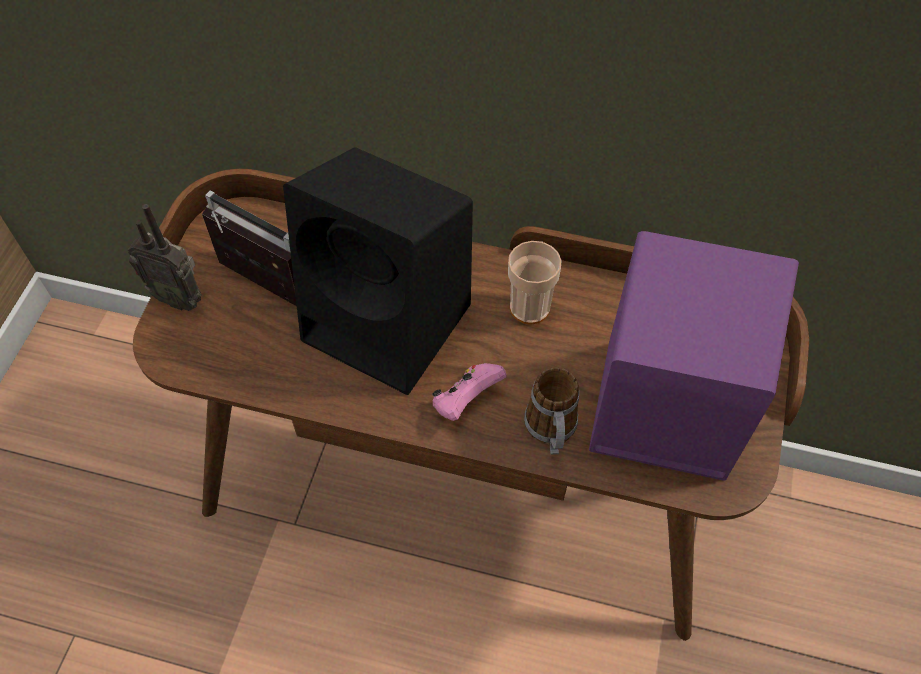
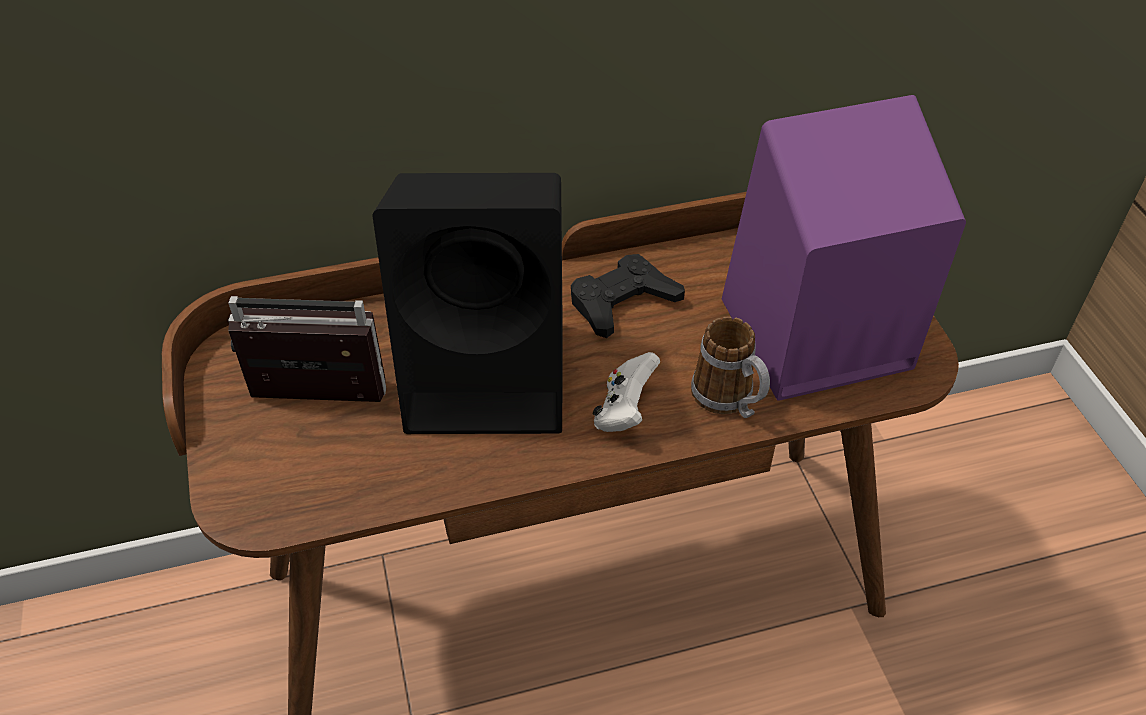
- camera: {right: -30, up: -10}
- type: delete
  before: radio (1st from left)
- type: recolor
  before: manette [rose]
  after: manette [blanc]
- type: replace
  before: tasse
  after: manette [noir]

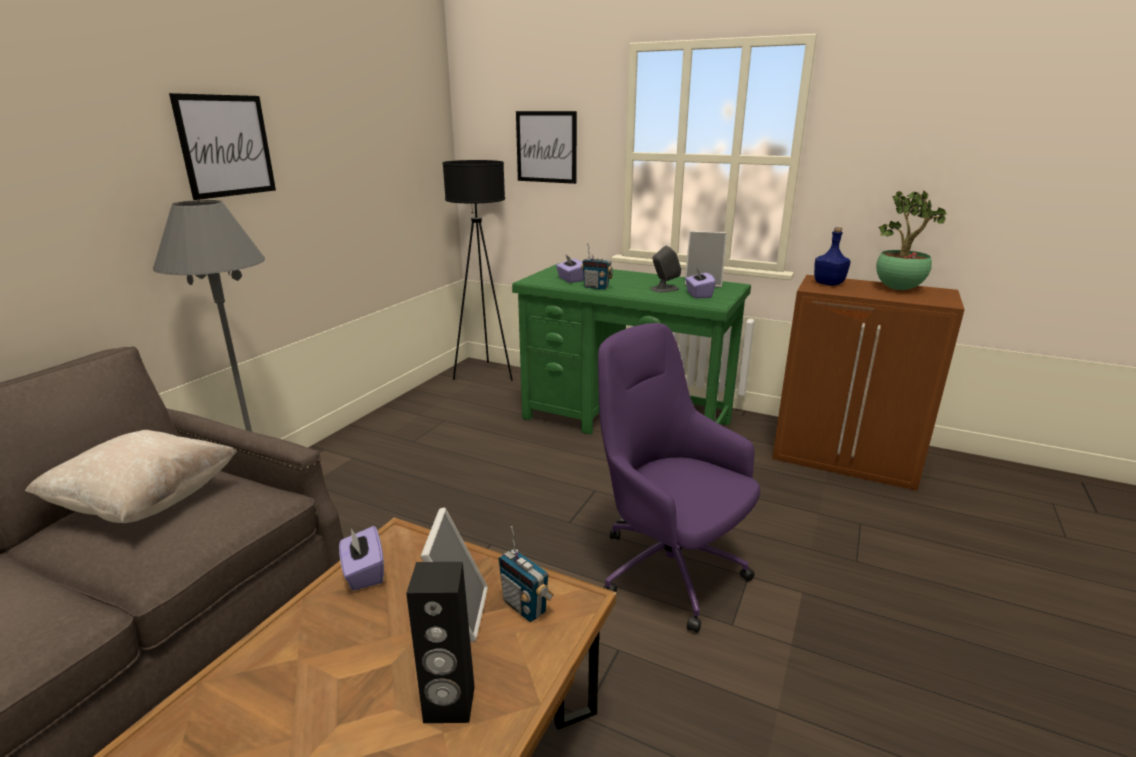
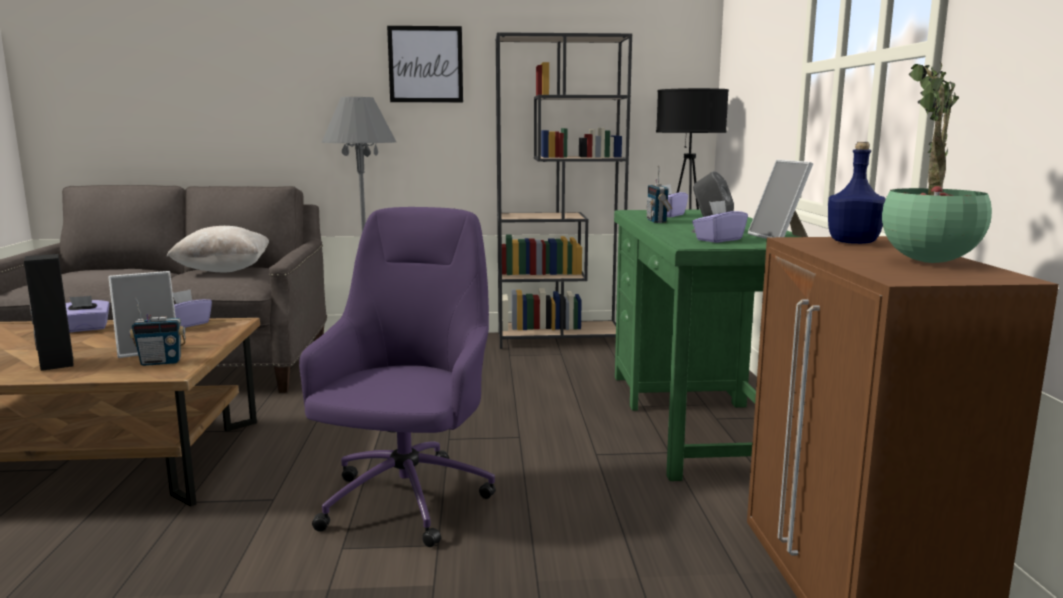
- camera: {right: 60, up: -10}
- type: rotate
  before: radio (1st from left)
  turn: -120
- type: delete
  before: tableau (2nd from left)
- type: insert
  after: boîte à mouchoirs [violet] (1st from left)
- type: insert
  after: bibliothèque

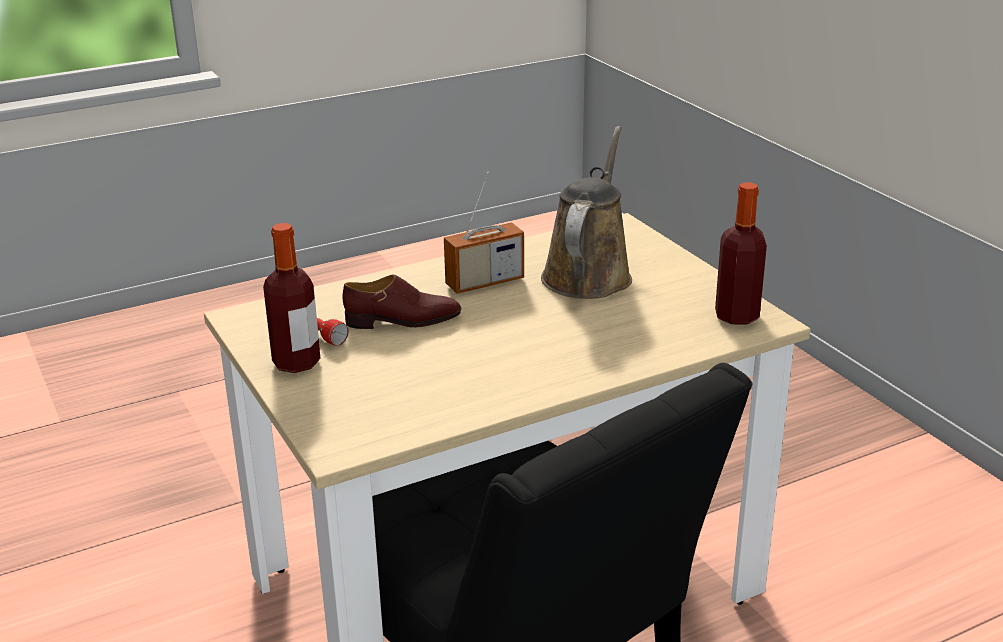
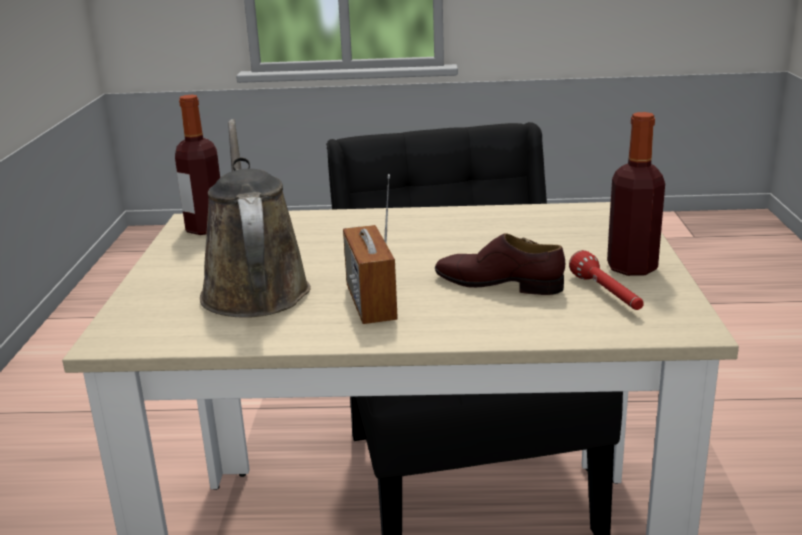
- camera: {right: -150, up: -5}
- type: rotate
  before: radio
  turn: -105
- type: rotate
  before: arrosoir [marron]
  turn: 120

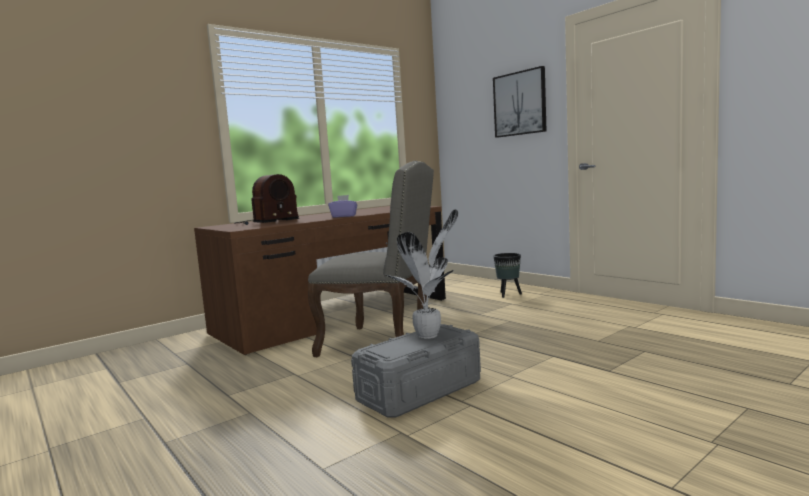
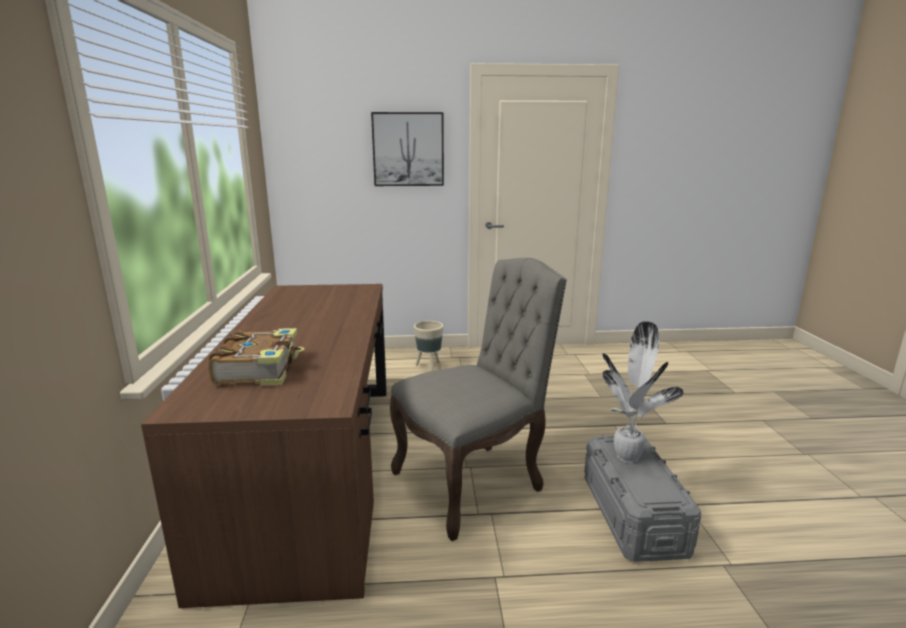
- camera: {right: -55, up: 10}
- type: replace
  before: radio
  after: livre
- type: delete
  before: boîte à mouchoirs [violet]
- type: recolor
  before: cache-pot [noir]
  after: cache-pot [beige]

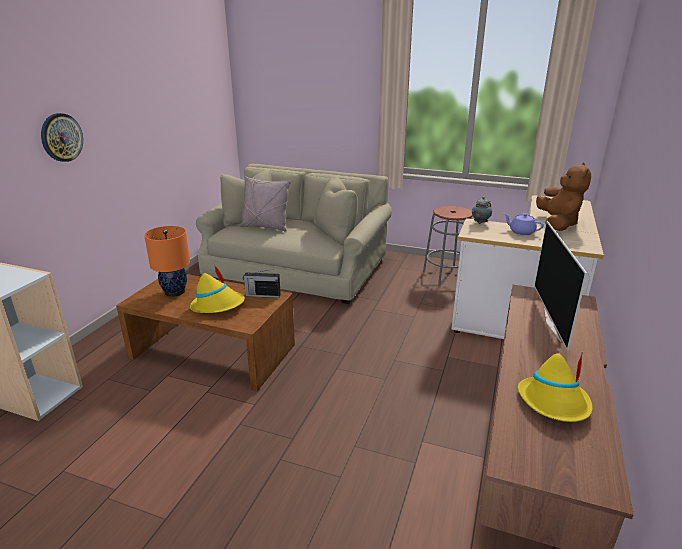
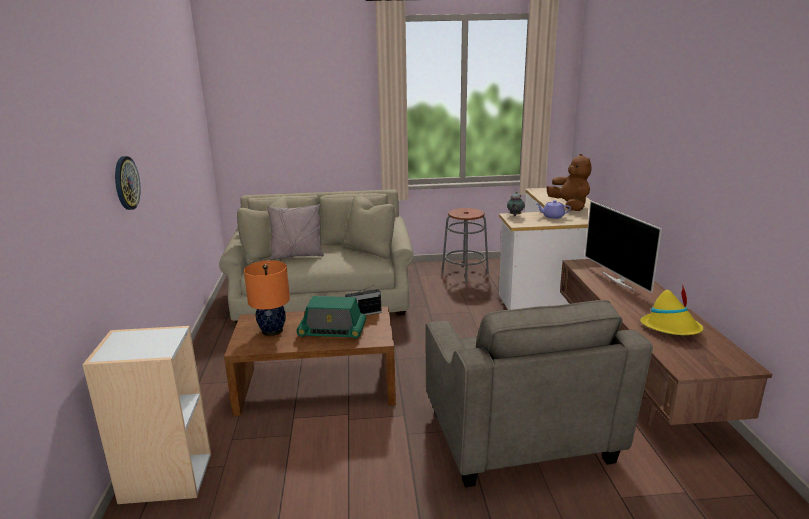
- camera: {right: -25, up: -5}
- type: replace
  before: chapeau [jaune] (1st from left)
  after: radio (1st from left)
- type: insert
  after: fauteuil [gris]

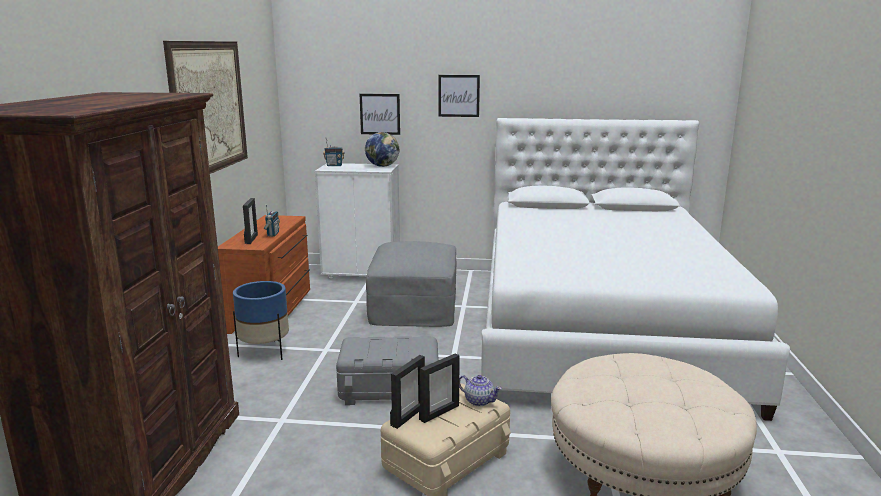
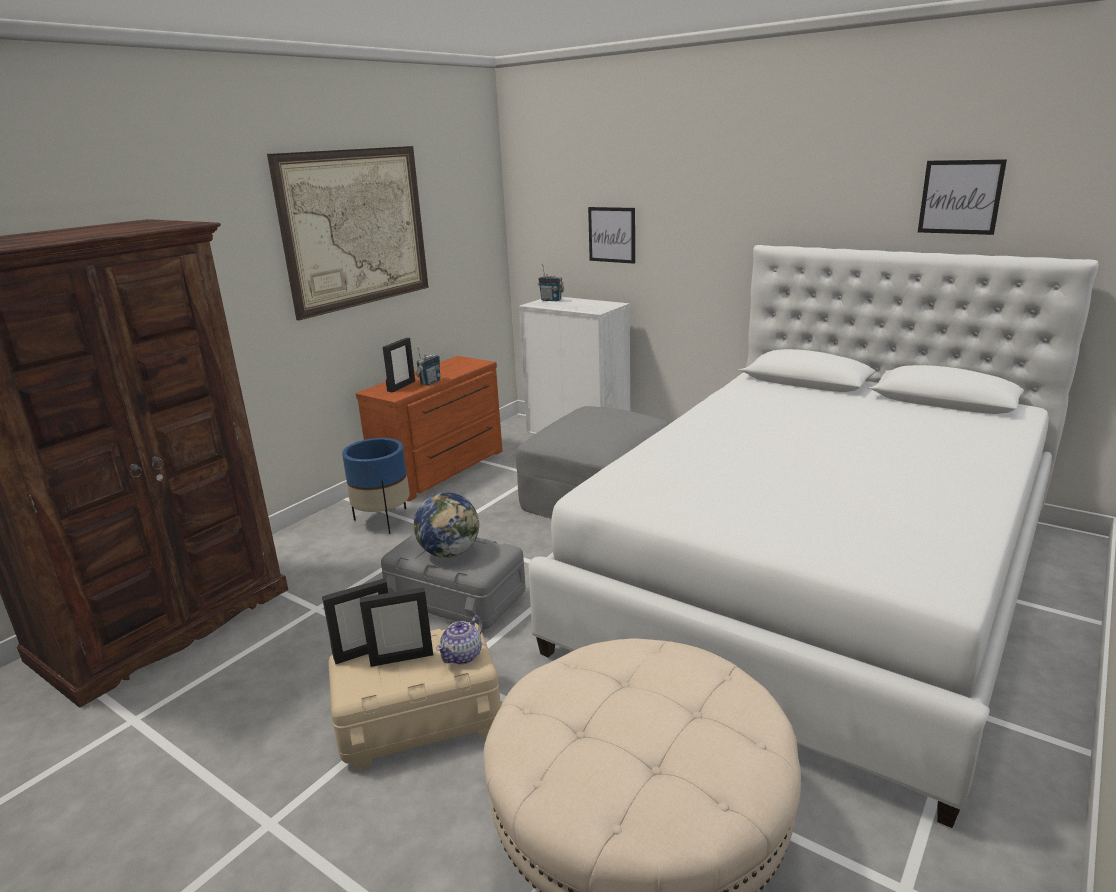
- camera: {right: 30, up: 5}
- type: move
  before: globe
- type: move
  before: tableau (3rd from left)
- type: rotate
  before: théière
  turn: 60

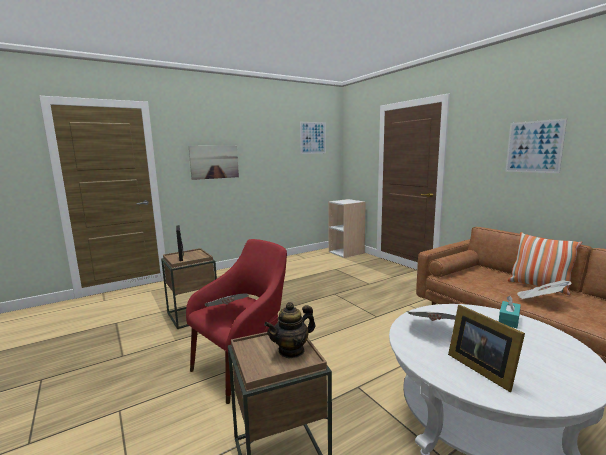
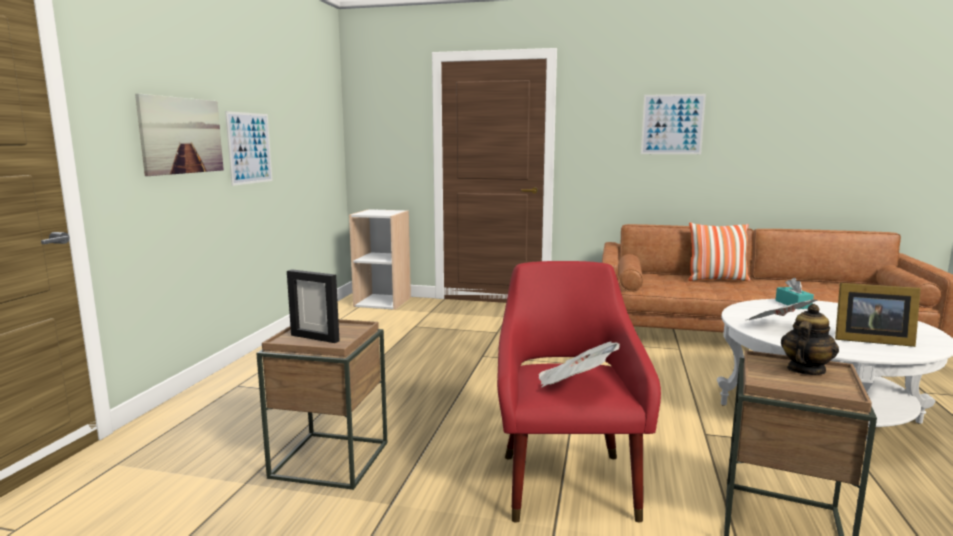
- camera: {right: -45, up: 0}
- type: rotate
  before: théière
  turn: -150
- type: move
  before: tableau (2nd from left)
- type: delete
  before: journal (3rd from left)

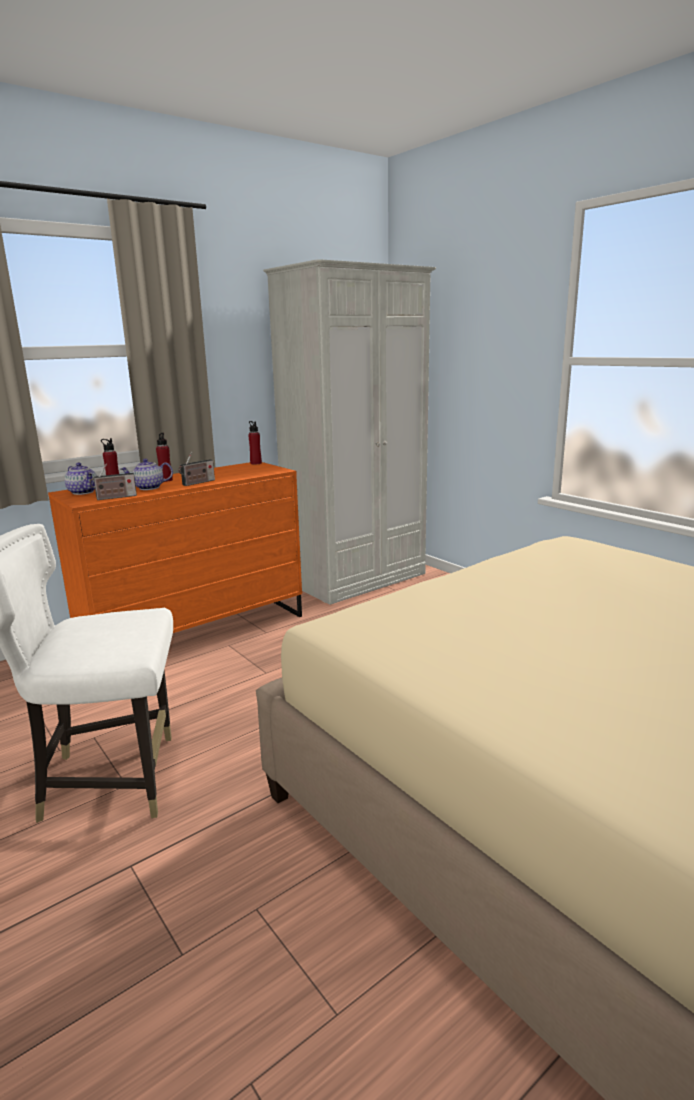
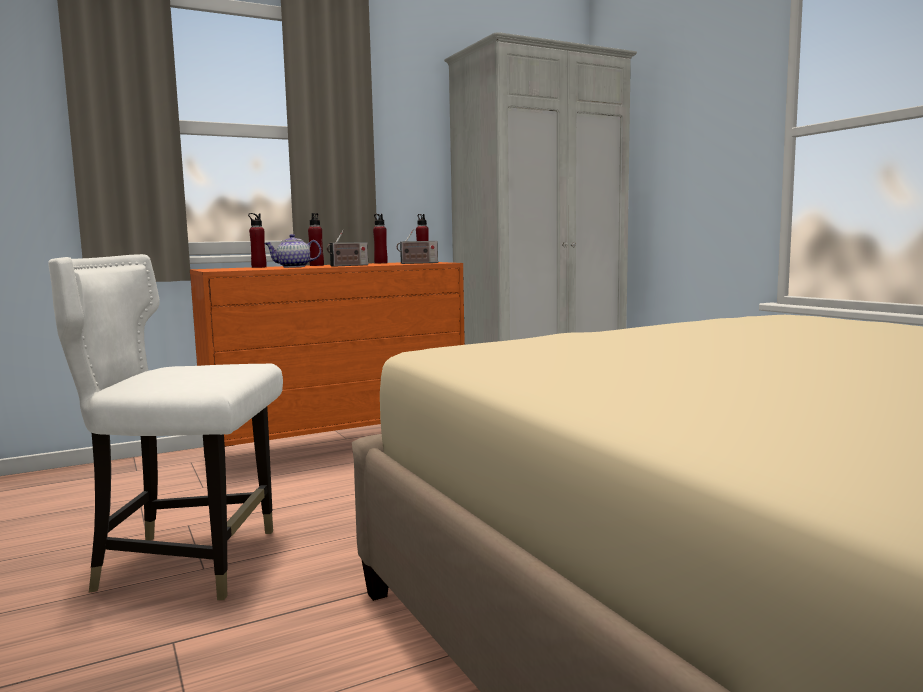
- camera: {right: 10, up: -10}
- type: delete
  before: théière (1st from left)
- type: move
  before: radio (1st from left in the first image)
  after: radio (2nd from left)
- type: insert
  after: bouteille [rouge] (3rd from left)

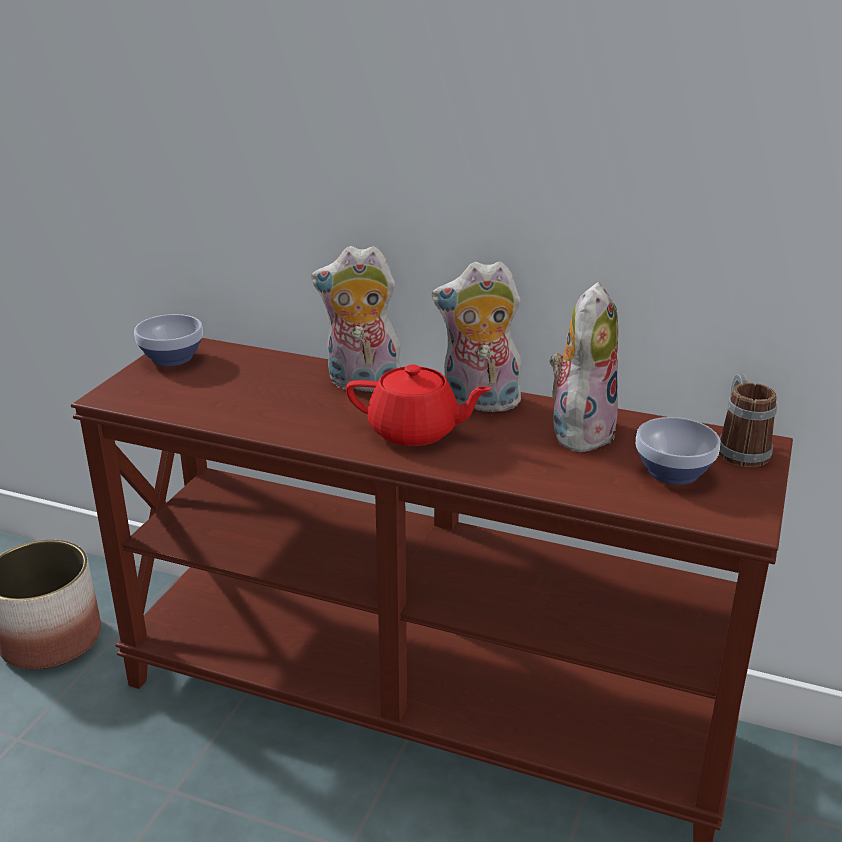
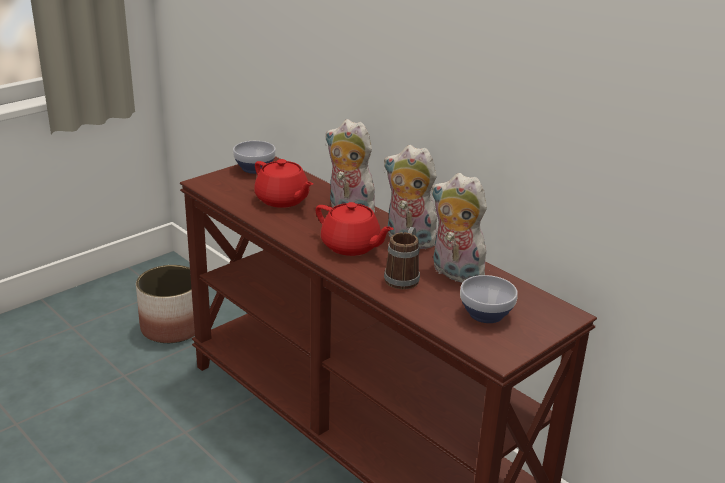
- camera: {right: 25, up: 0}
- type: rotate
  before: peluche (3rd from left)
  turn: -105
- type: move
  before: mug
- type: insert
  after: théière [rouge] (1st from left)

